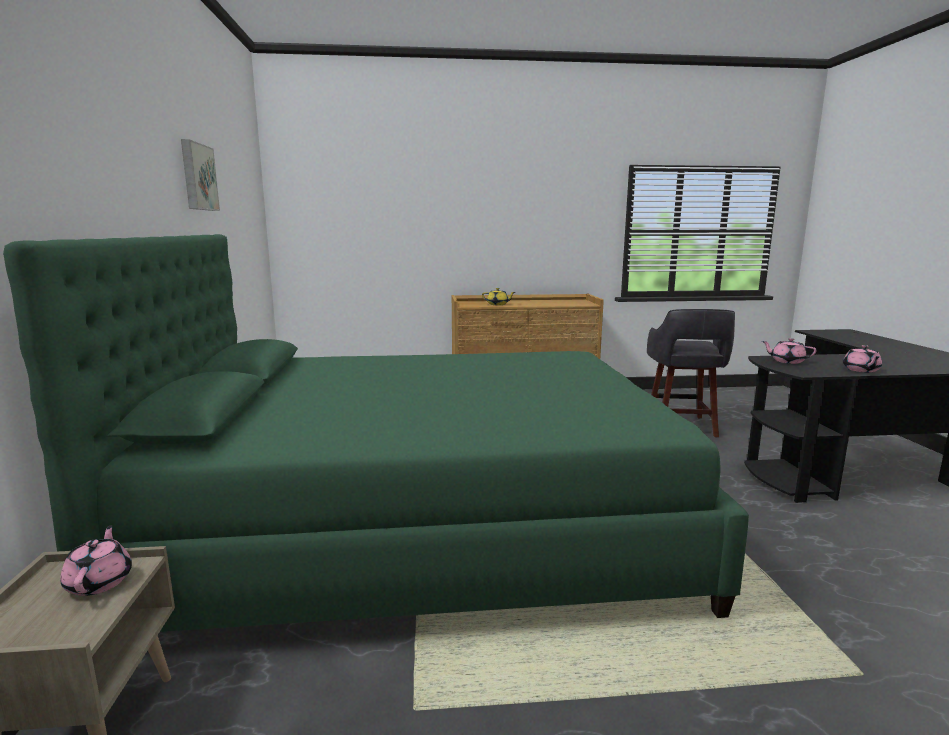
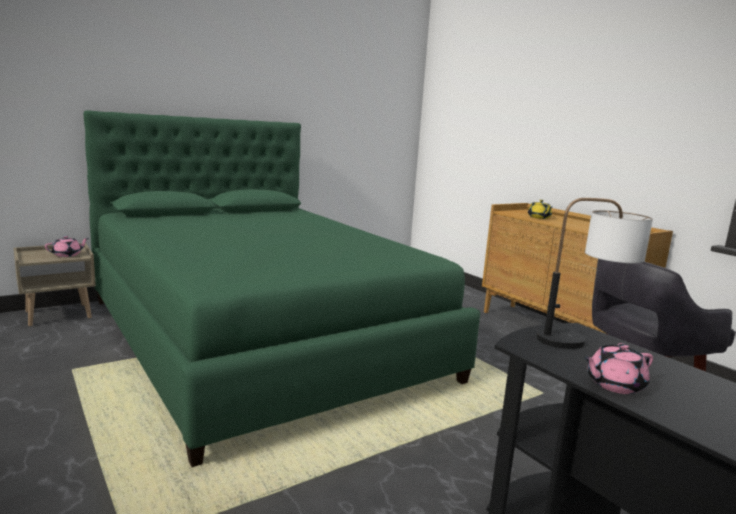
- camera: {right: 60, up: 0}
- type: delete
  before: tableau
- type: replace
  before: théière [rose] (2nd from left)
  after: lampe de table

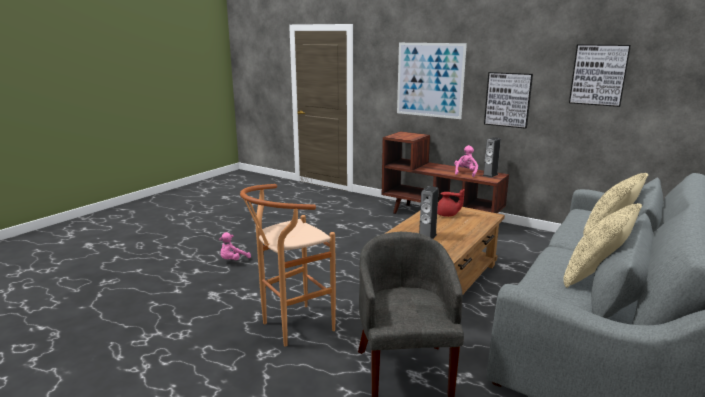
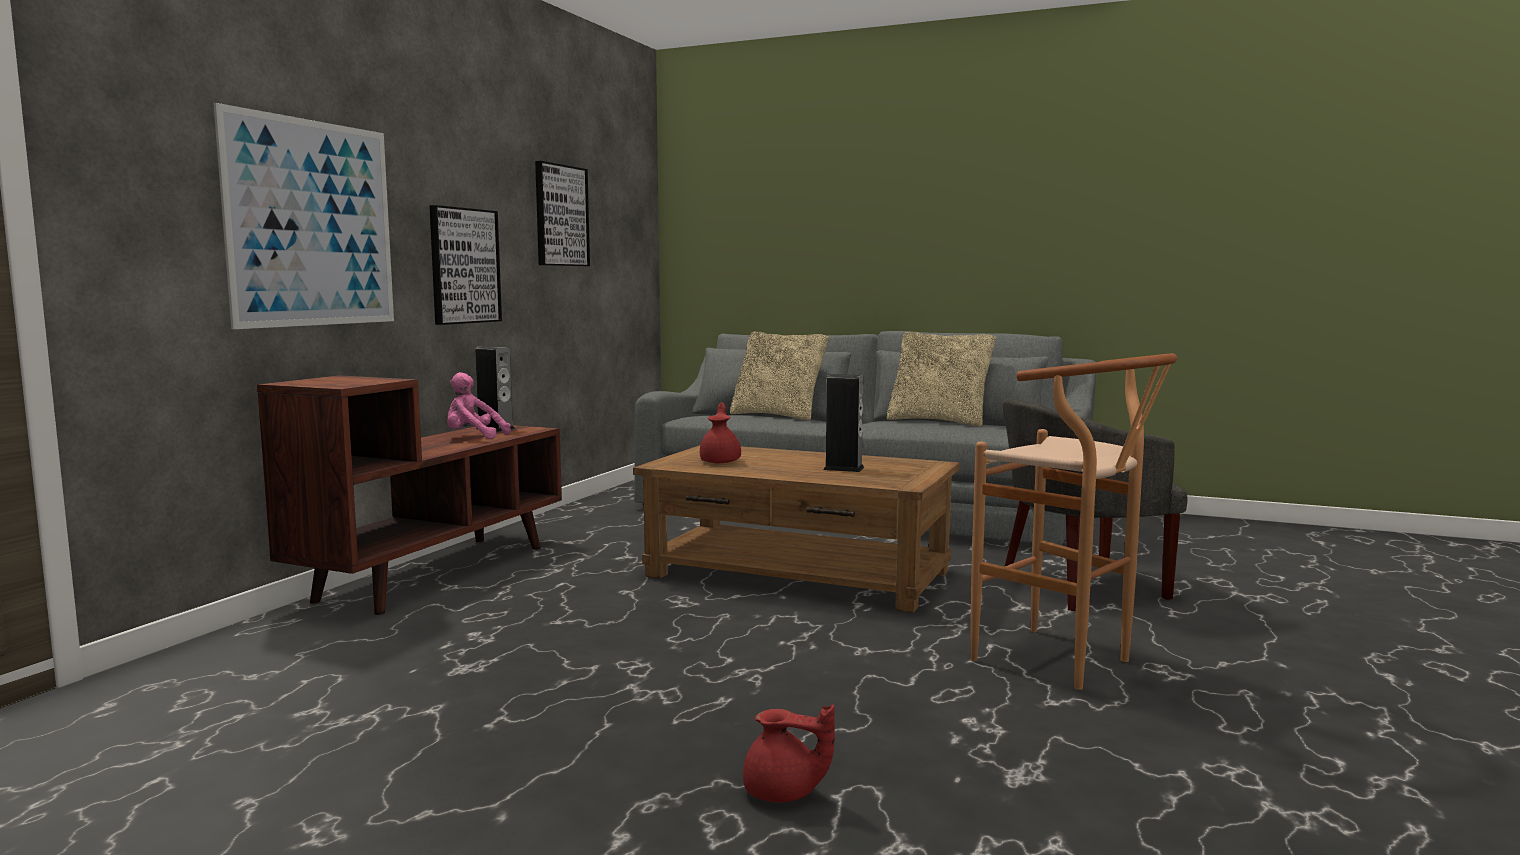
- camera: {right: -100, up: -10}
- type: replace
  before: peluche [rose] (1st from left)
  after: théière [rouge] (2nd from left)

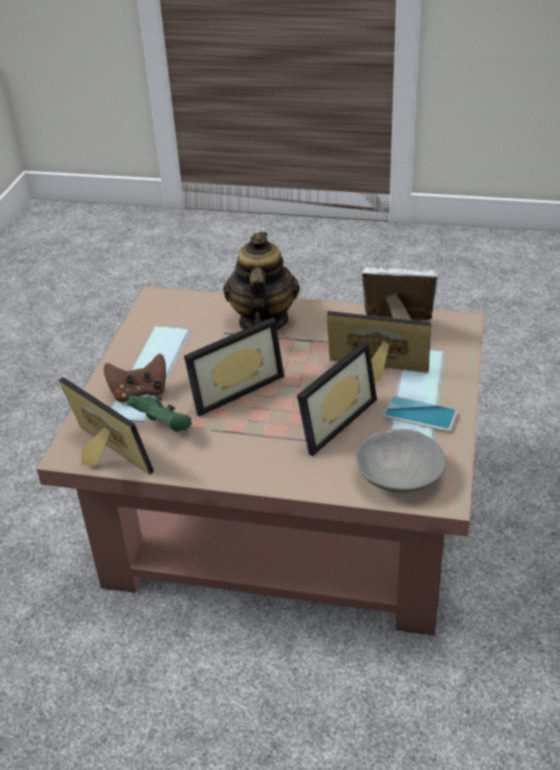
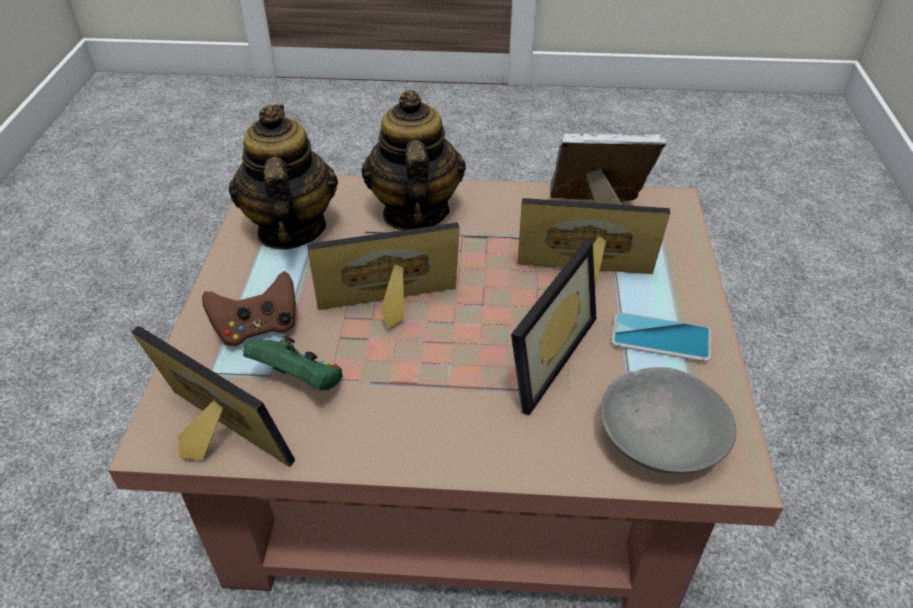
- camera: {right: -10, up: 5}
- type: rotate
  before: cadre photo (2nd from left)
  turn: -150
- type: insert
  after: théière (1st from left)

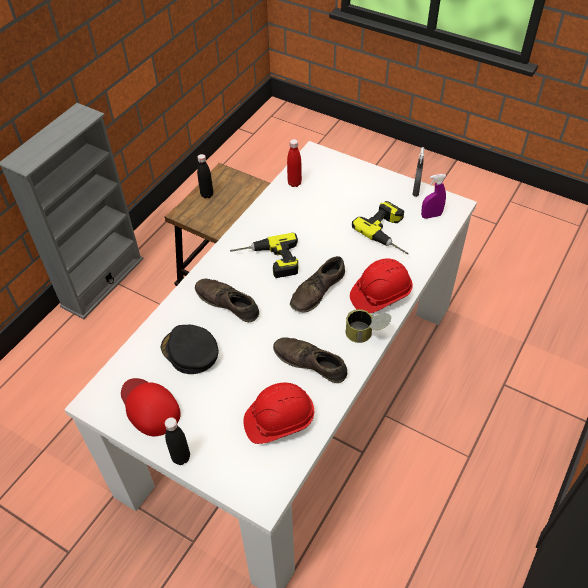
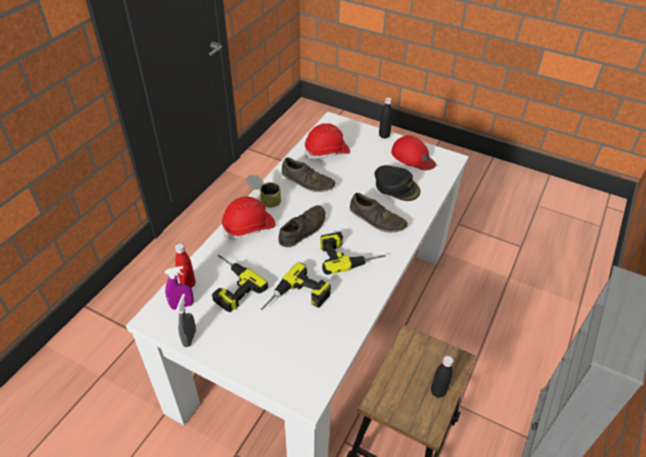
- camera: {right: 175, up: -5}
- type: move
  before: bouteille [rouge]
- type: insert
  after: perceuse (2nd from left)

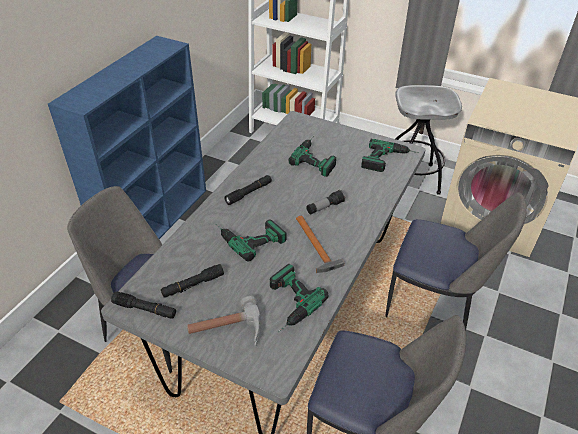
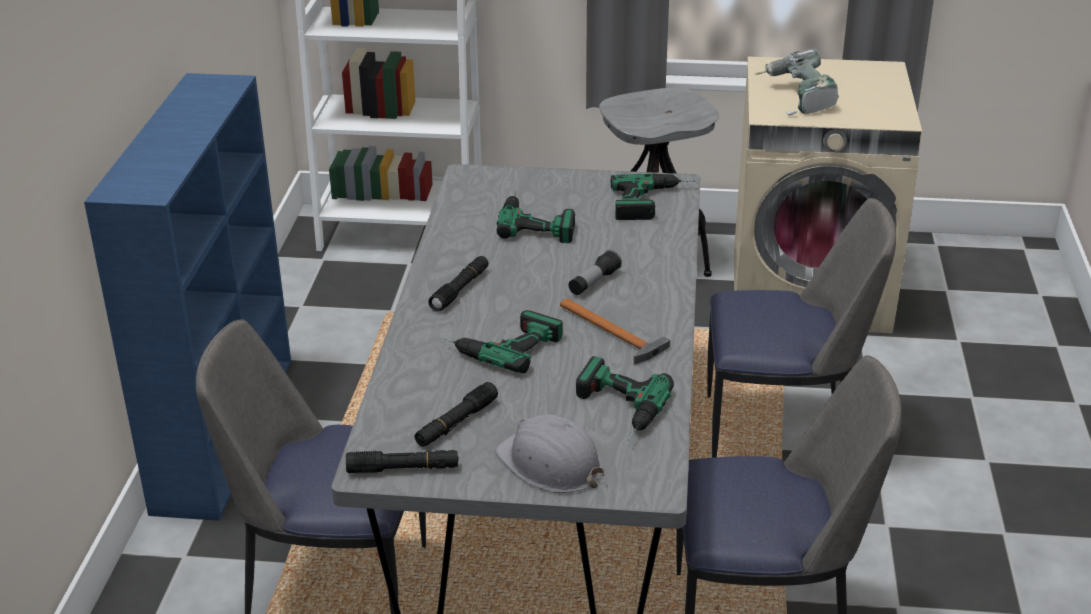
- camera: {right: -20, up: -10}
- type: replace
  before: marteau (1st from left)
  after: casque de chantier [gris]
- type: insert
  after: perceuse (5th from left)

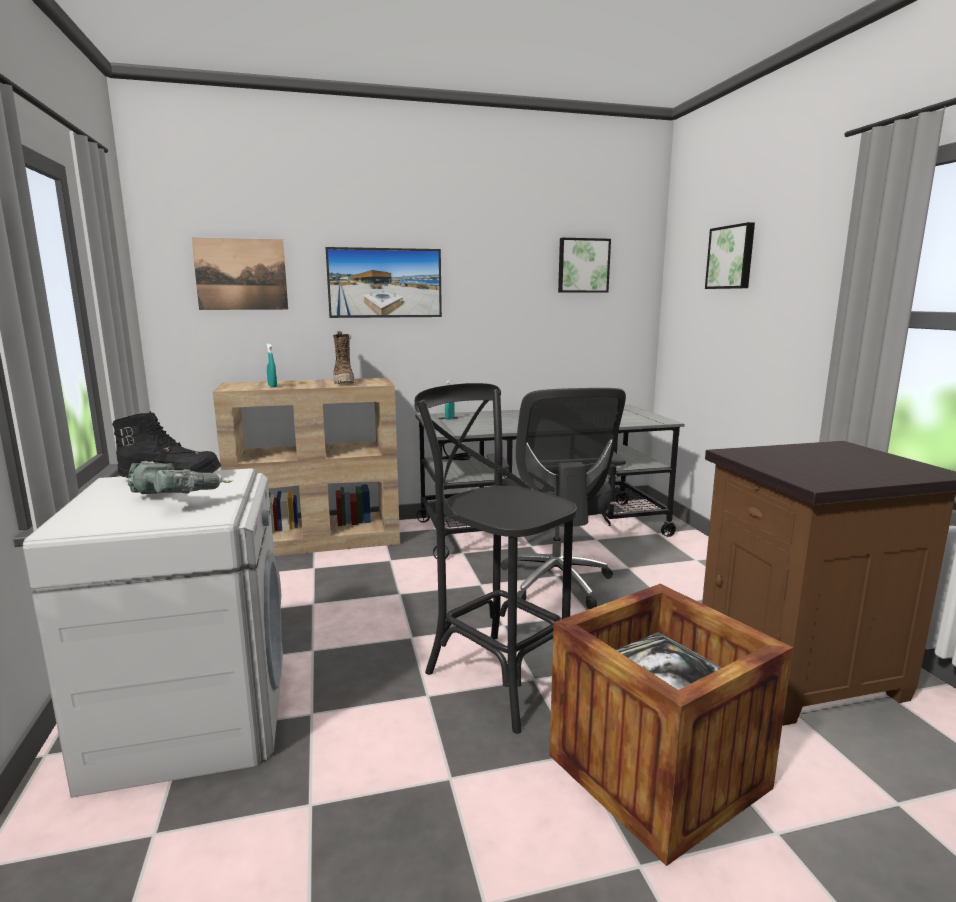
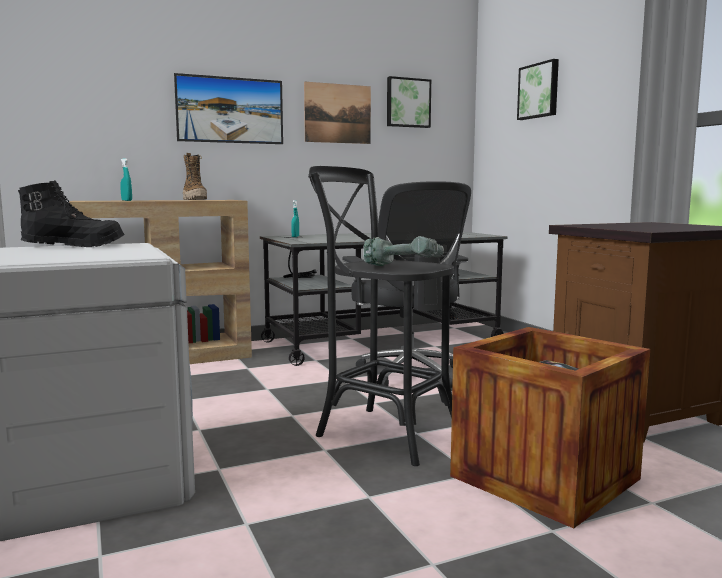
- camera: {right: -10, up: -5}
- type: move
  before: perceuse
- type: move
  before: tableau (1st from left in the first image)
  after: tableau (2nd from left)

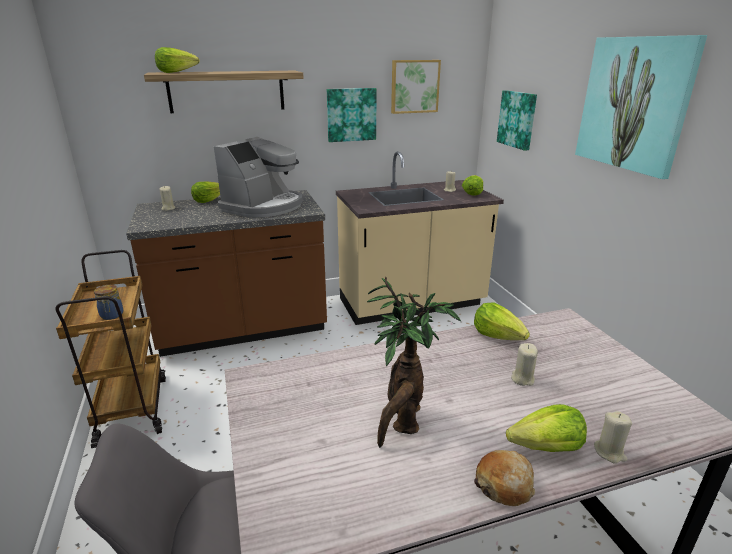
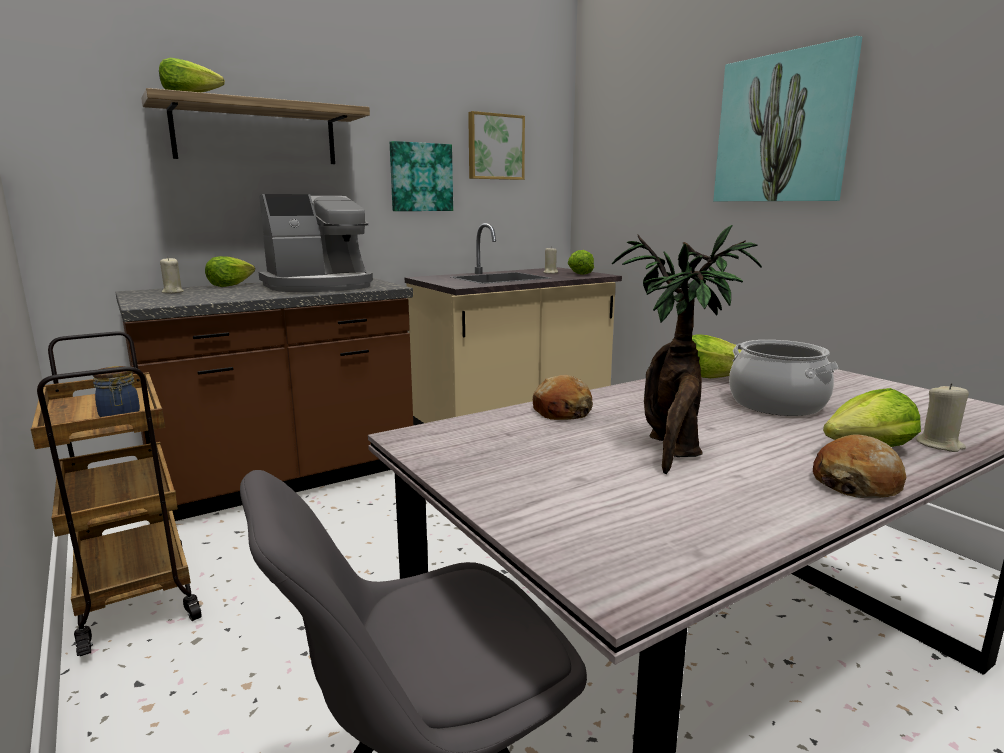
- camera: {right: -15, up: -10}
- type: rotate
  before: machine à café
  turn: 45
- type: delete
  before: tableau (3rd from left)
- type: replace
  before: bougie [beige] (3rd from left)
  after: marmite
- type: insert
  after: pain (1st from left)

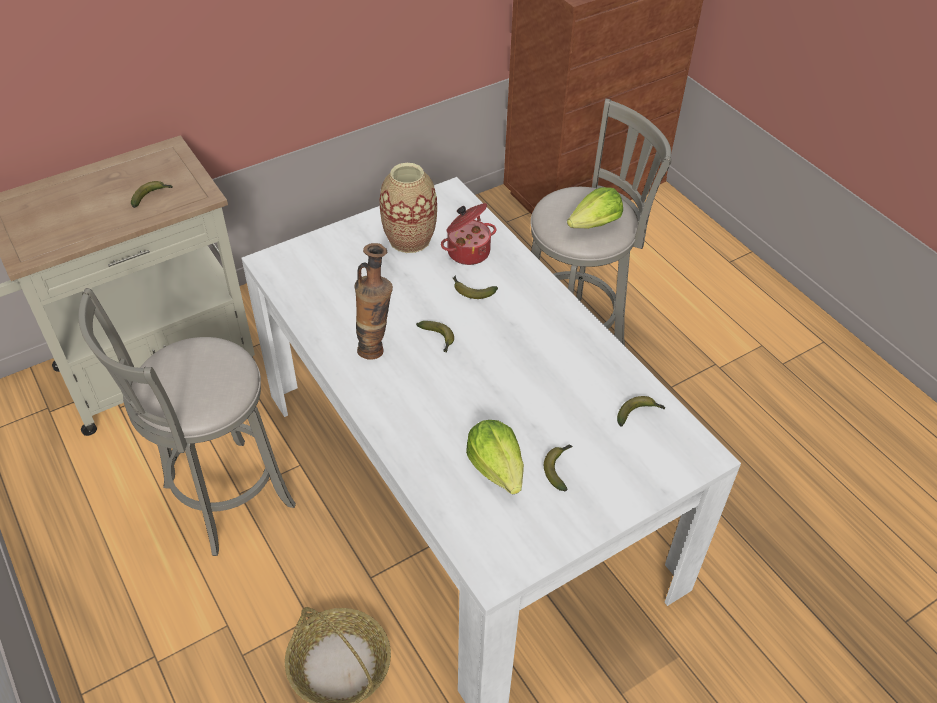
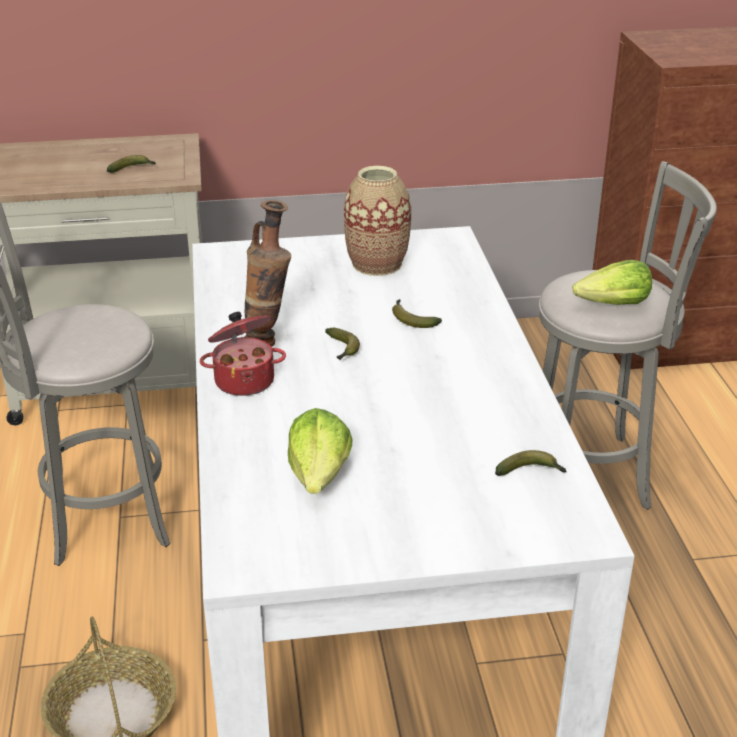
- camera: {right: 25, up: -15}
- type: move
  before: marmite
- type: delete
  before: banane (4th from left)

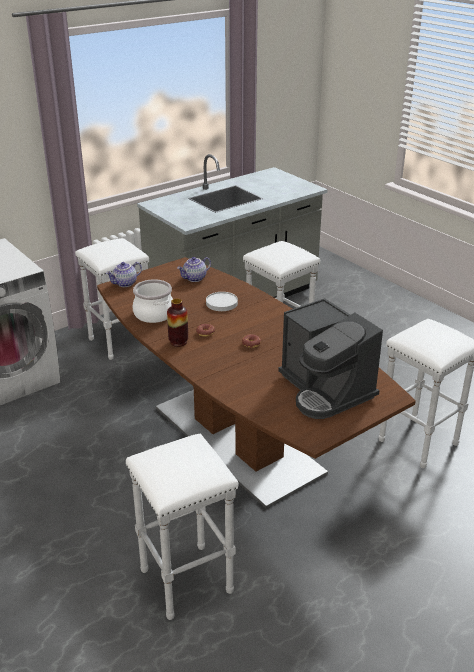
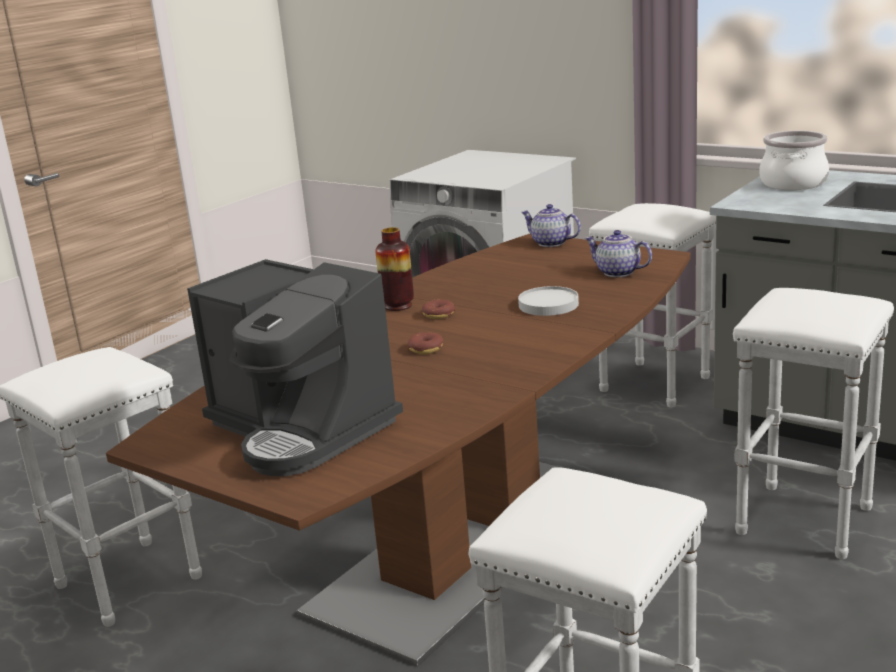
- camera: {right: 75, up: -10}
- type: move
  before: marmite
- type: rotate
  before: machine à café
  turn: -90

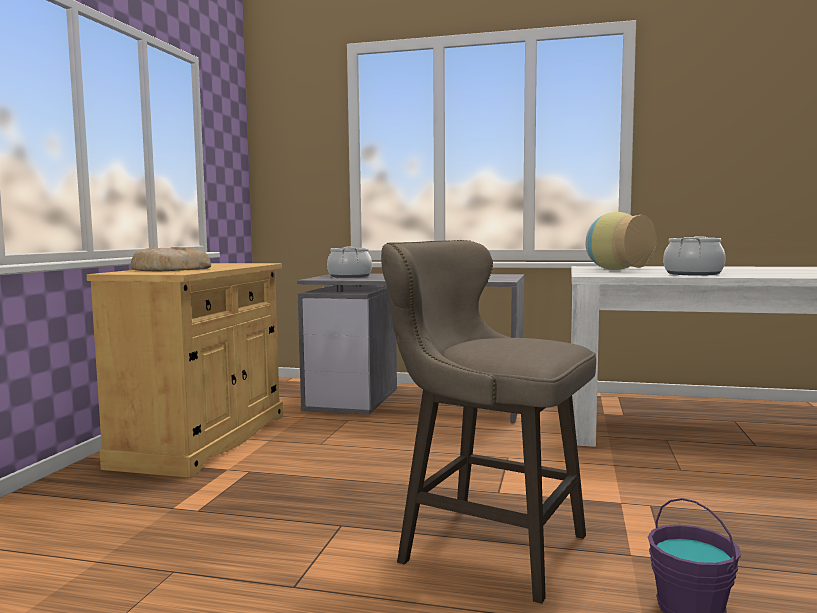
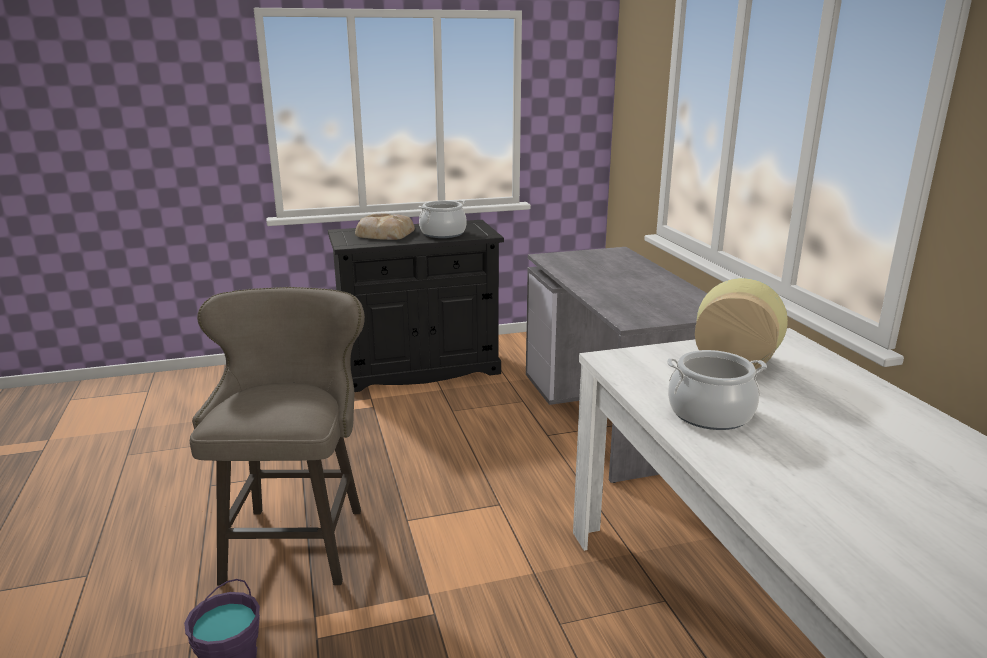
- camera: {right: 60, up: 15}
- type: recolor
  before: meuble de rangement [beige]
  after: meuble de rangement [noir]
- type: move
  before: marmite (1st from left)

